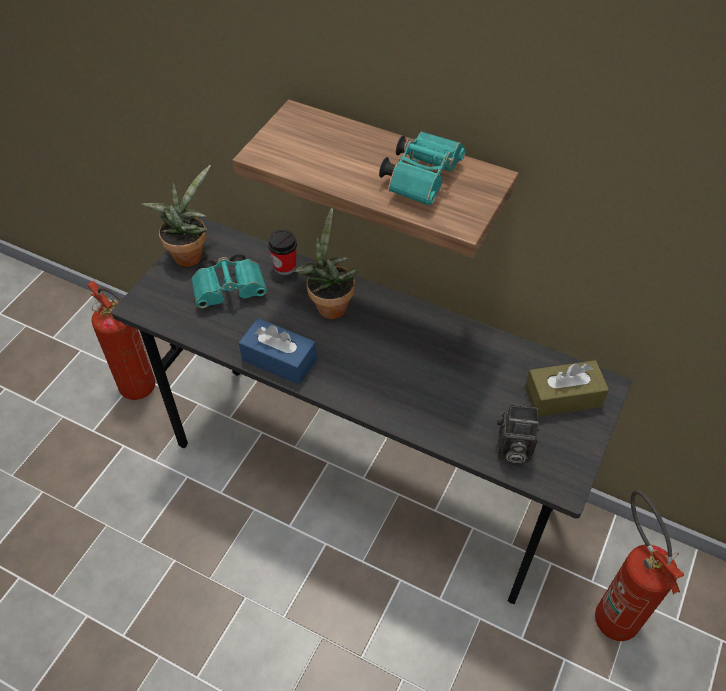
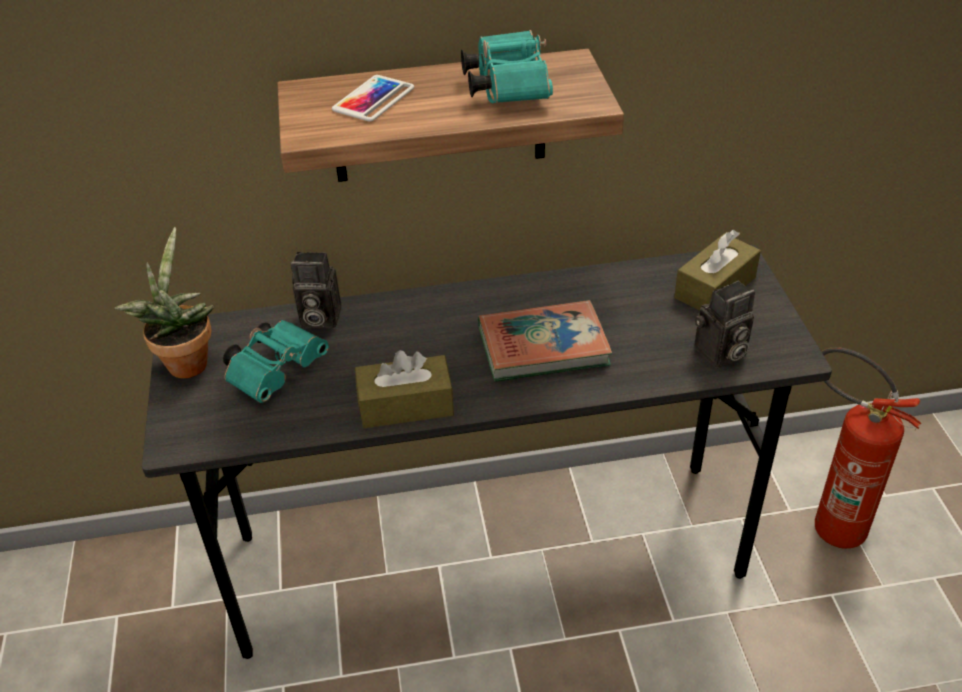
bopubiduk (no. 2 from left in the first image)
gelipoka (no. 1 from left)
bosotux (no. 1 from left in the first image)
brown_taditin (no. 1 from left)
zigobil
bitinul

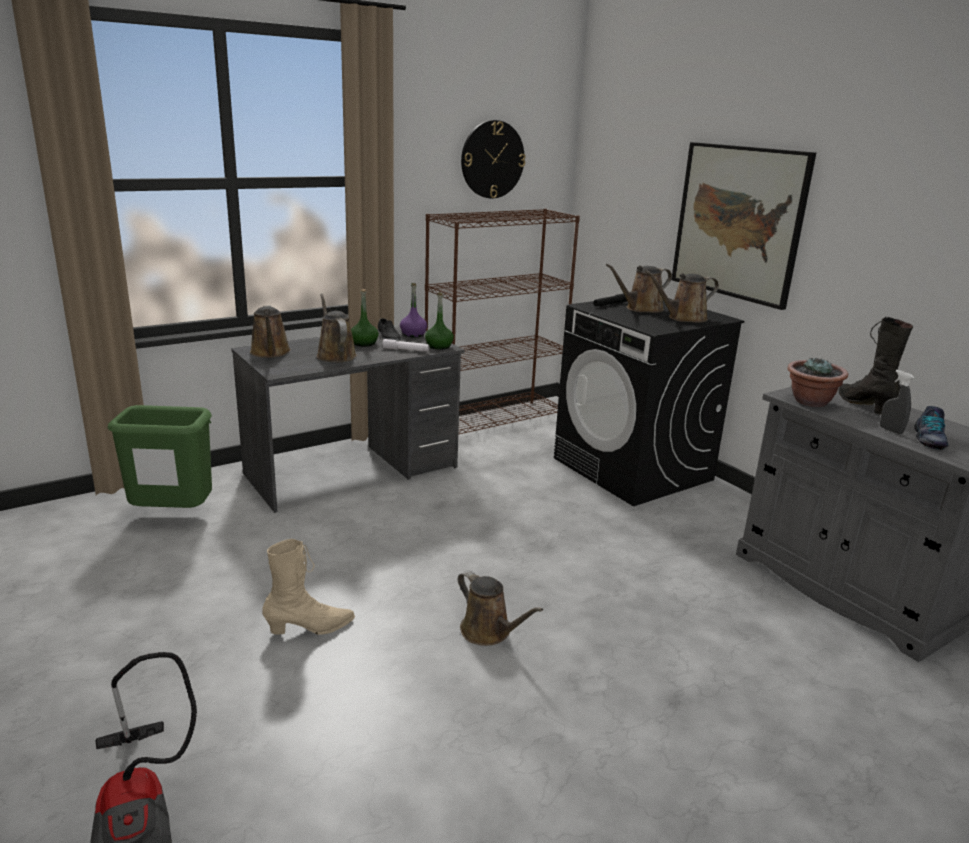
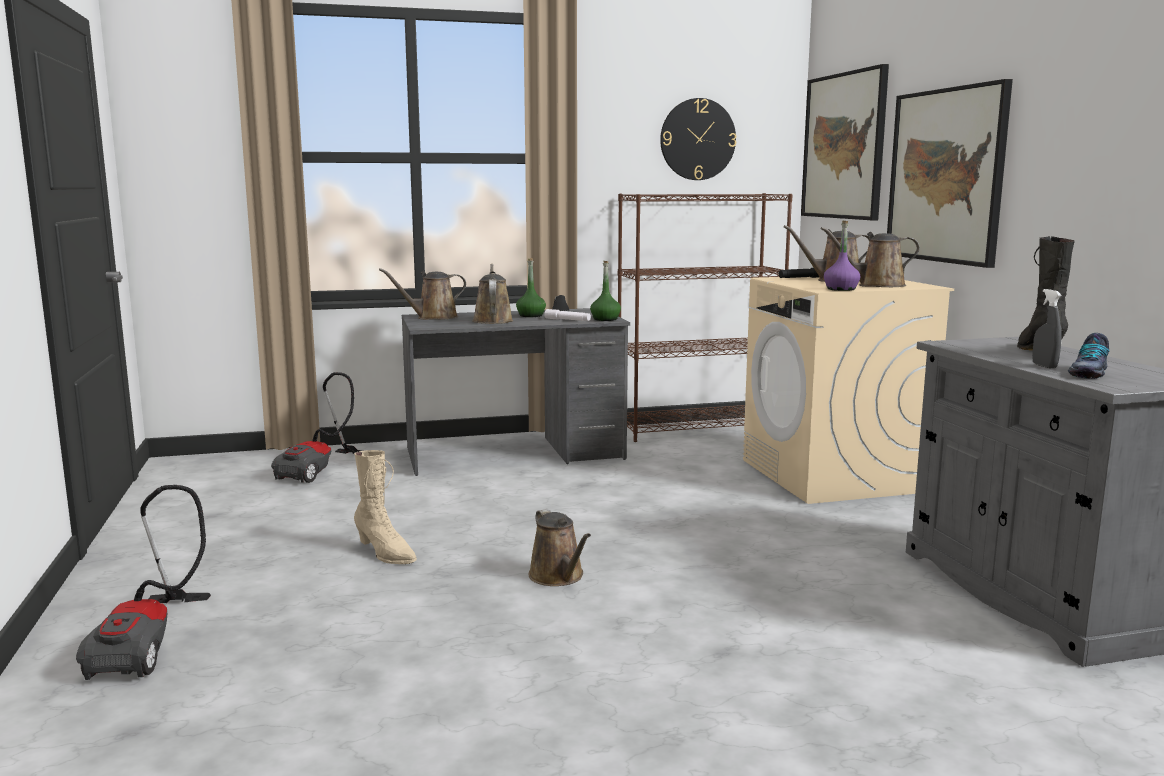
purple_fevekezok
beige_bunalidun
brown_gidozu (no. 1 from left)
bopubiduk
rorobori (no. 2 from left)
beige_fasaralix
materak (no. 1 from left)

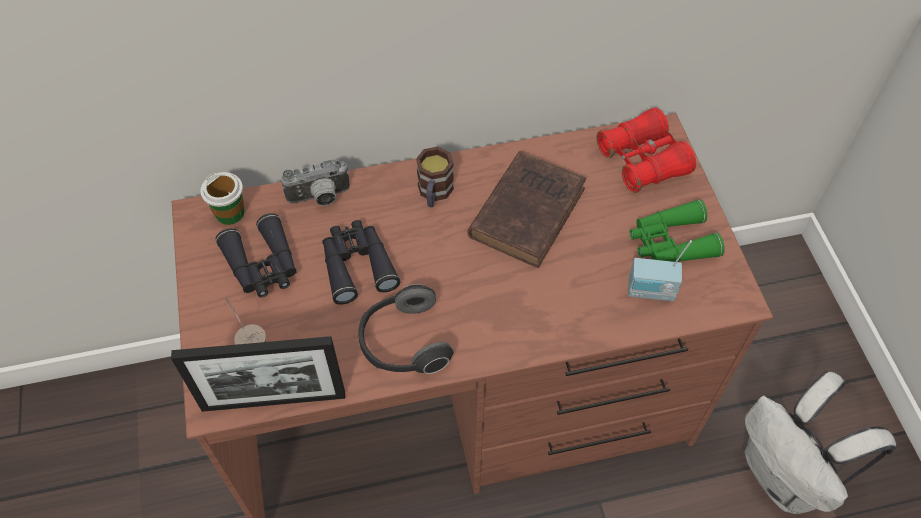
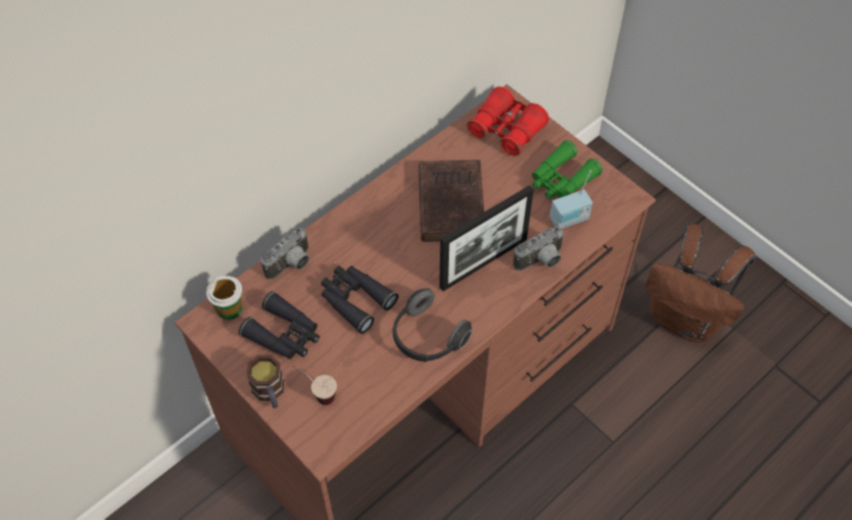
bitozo
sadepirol
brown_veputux
gelipoka (no. 2 from left)

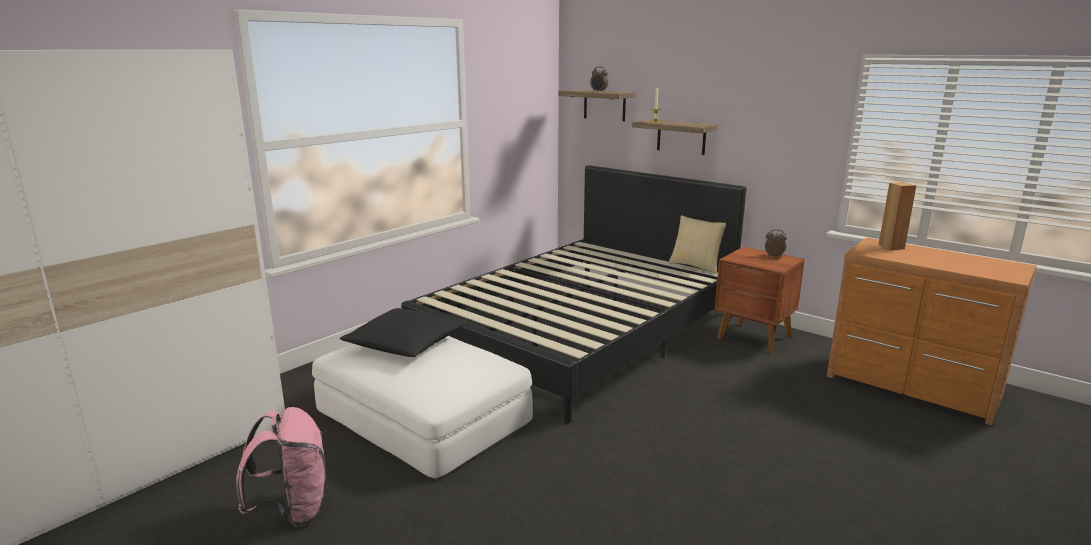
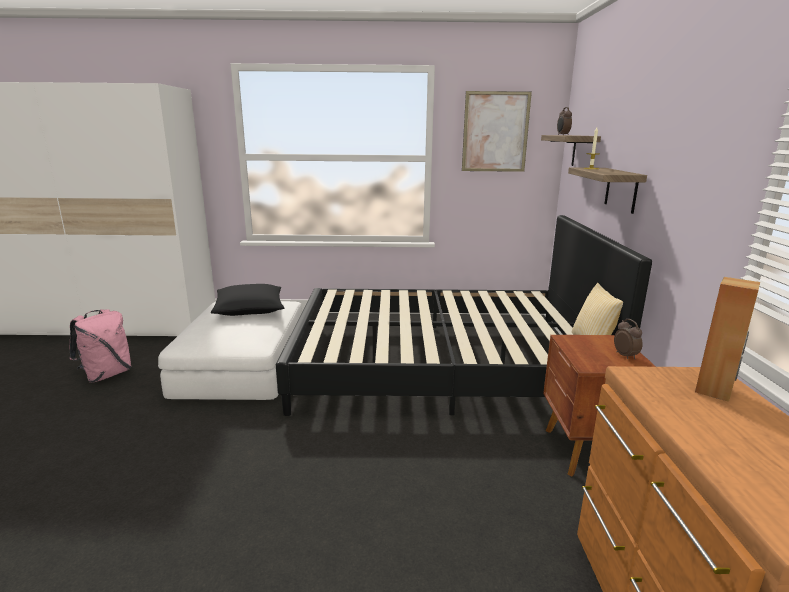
materak

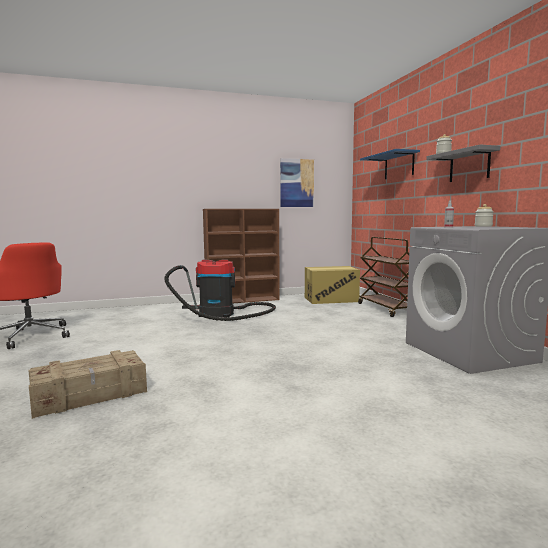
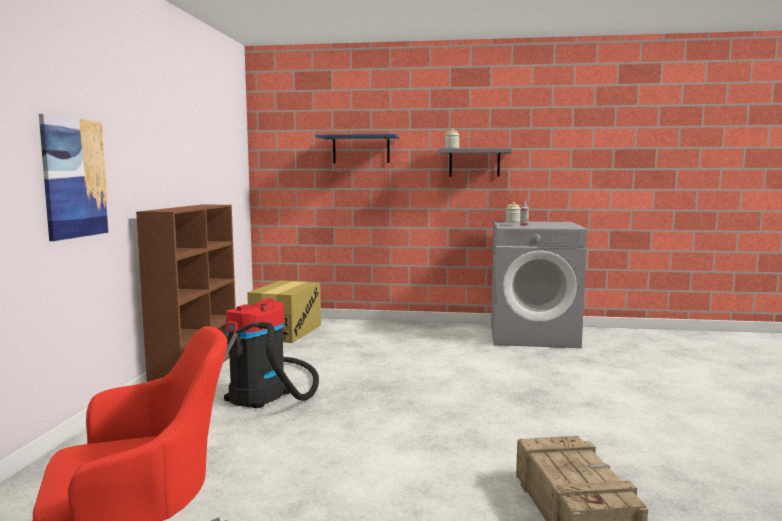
materak
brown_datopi

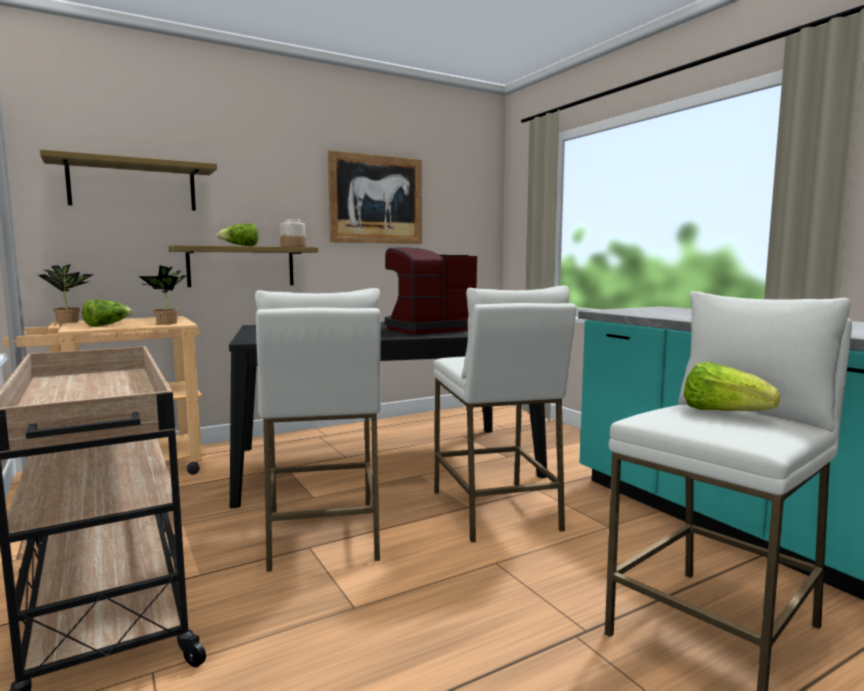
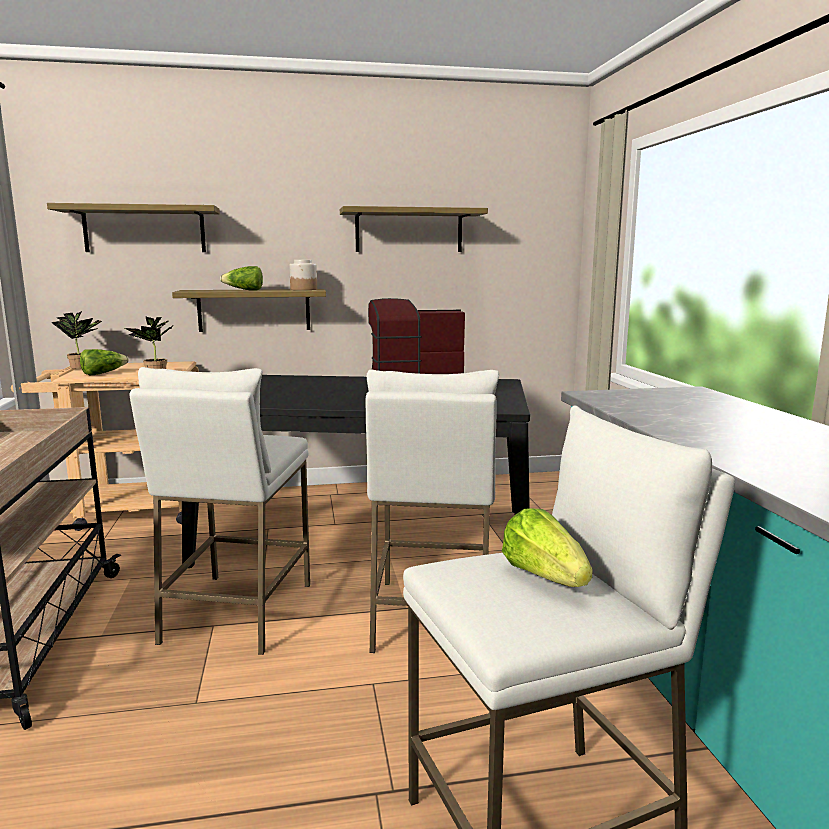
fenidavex (no. 3 from left)

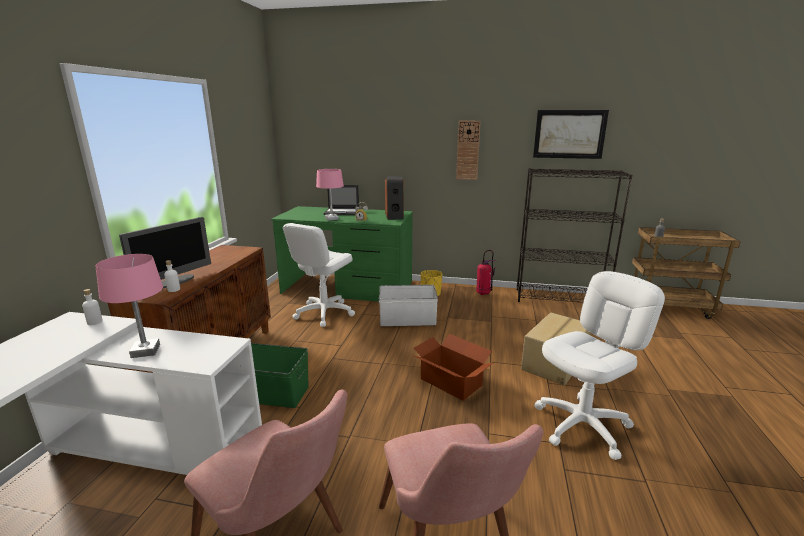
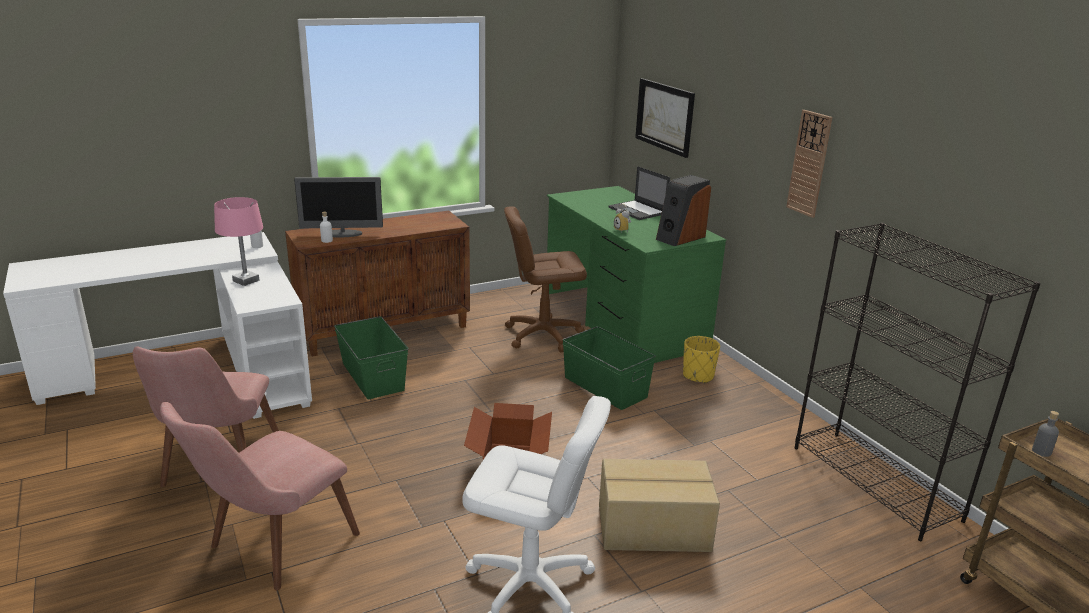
materak
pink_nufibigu (no. 2 from left in the first image)
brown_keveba
bosotux
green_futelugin (no. 2 from left)

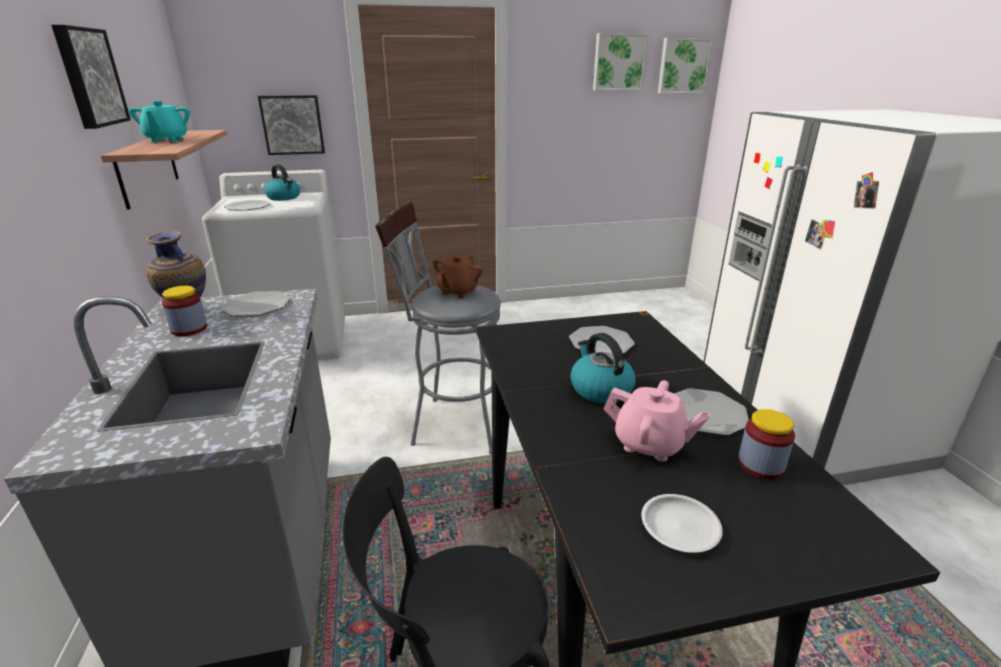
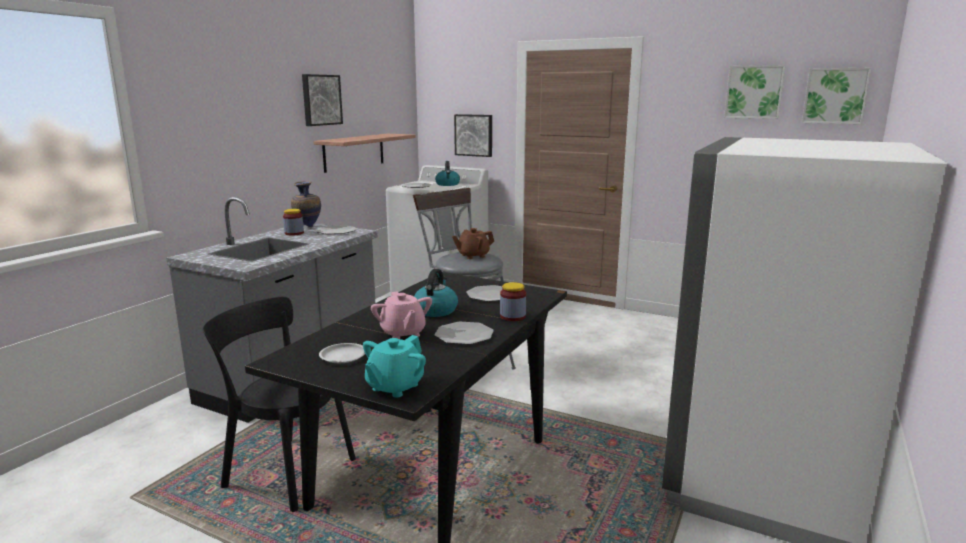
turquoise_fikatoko
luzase (no. 2 from left)

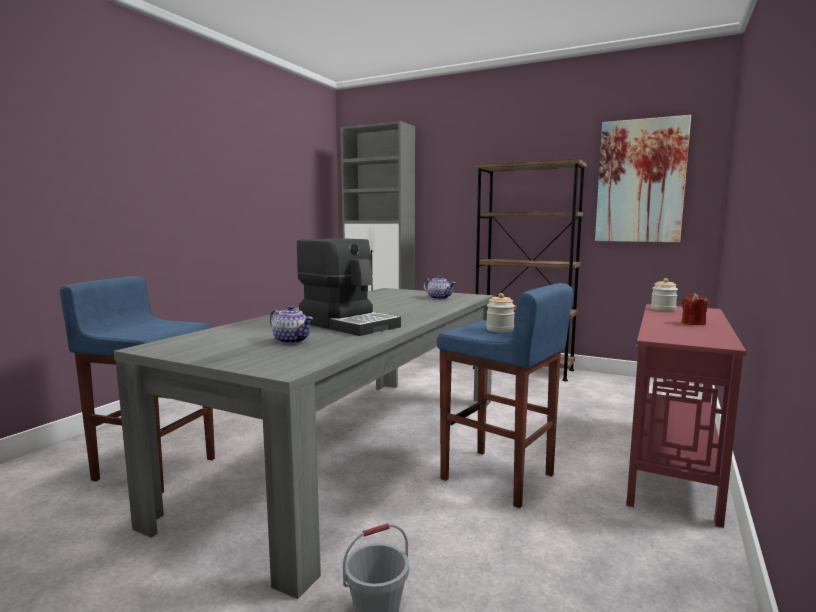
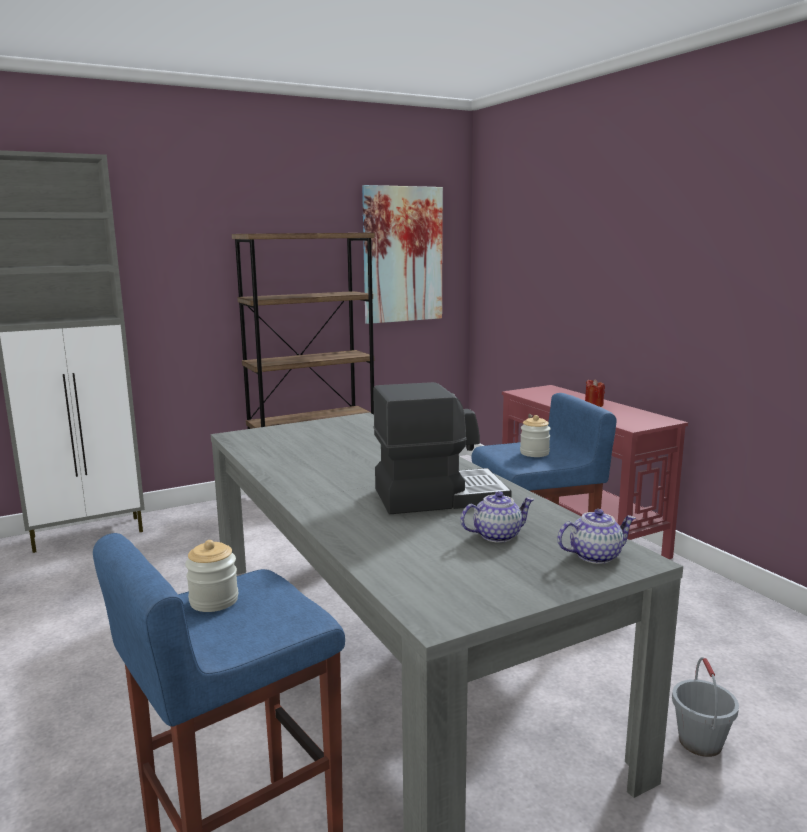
fikatoko (no. 2 from left)
luzase (no. 1 from left)

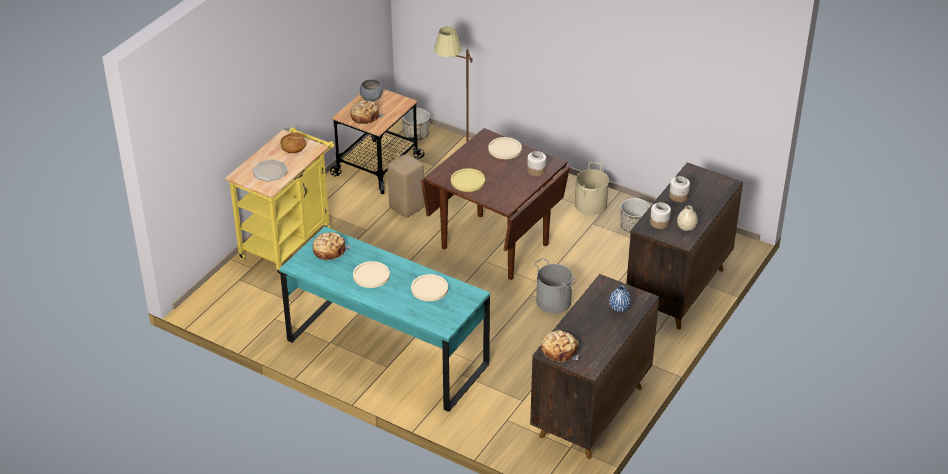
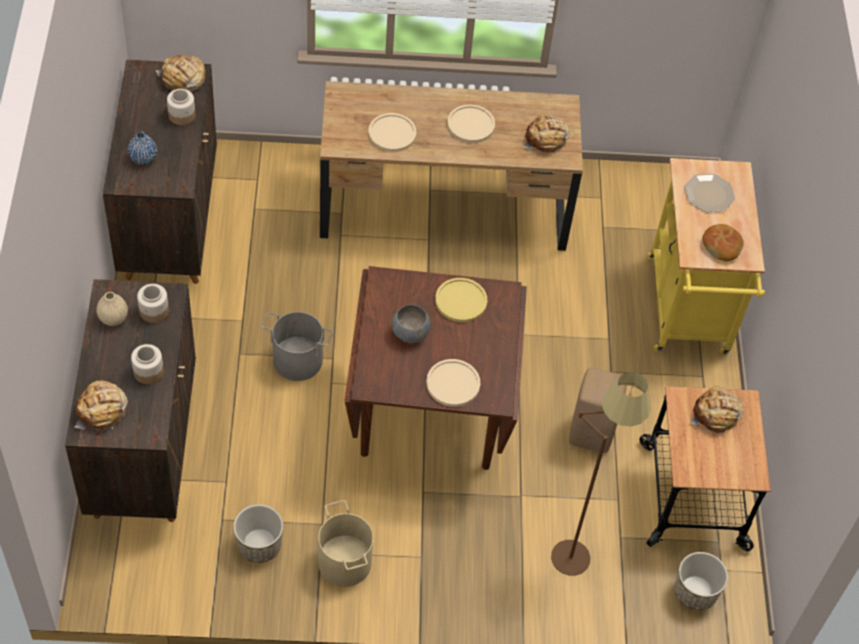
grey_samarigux
luzase (no. 3 from left)
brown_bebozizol
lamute (no. 1 from left)

